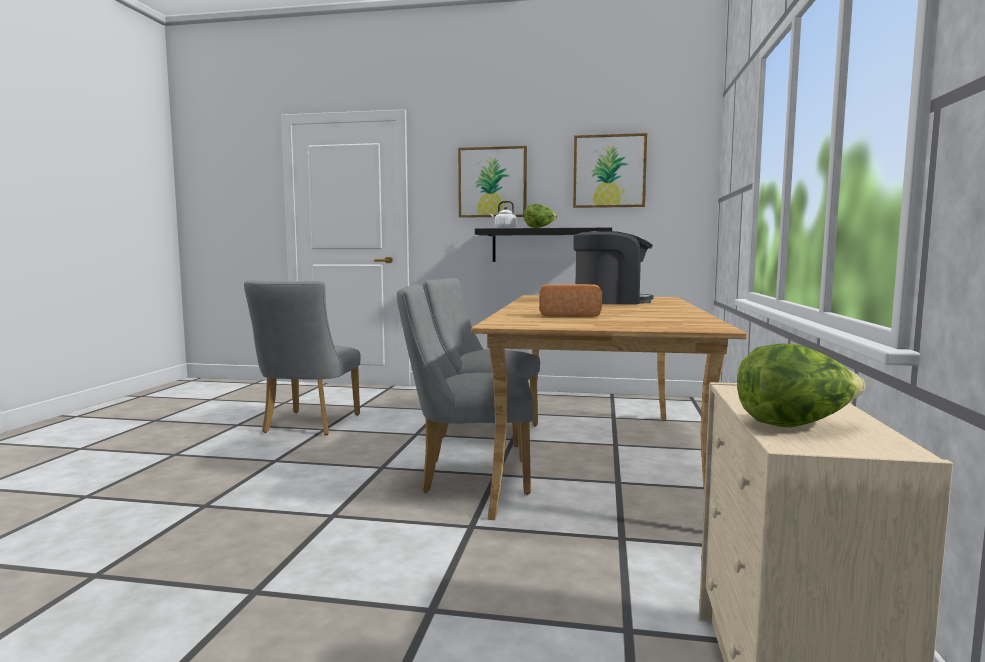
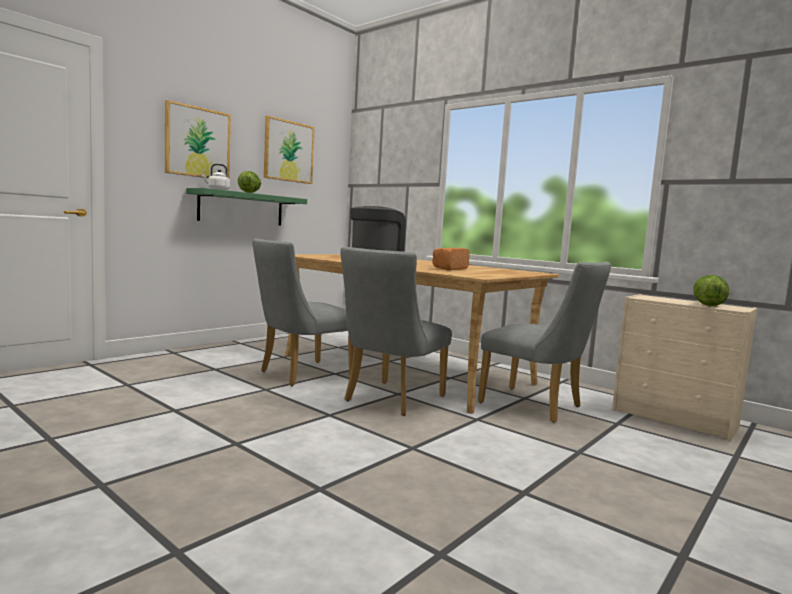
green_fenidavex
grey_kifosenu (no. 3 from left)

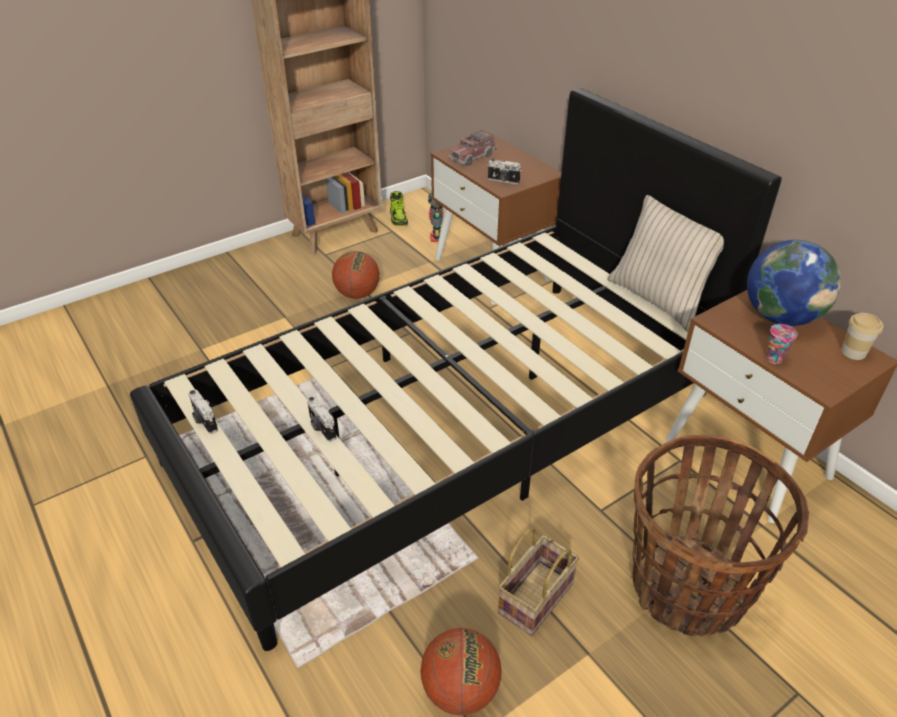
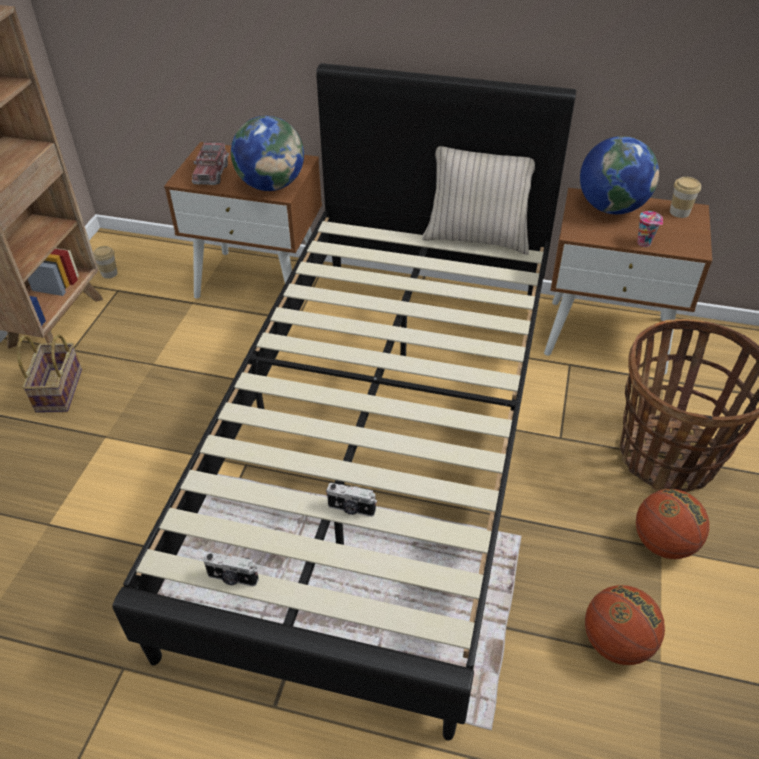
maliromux (no. 1 from left)
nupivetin (no. 1 from left)
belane
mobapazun (no. 2 from left)
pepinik (no. 1 from left)

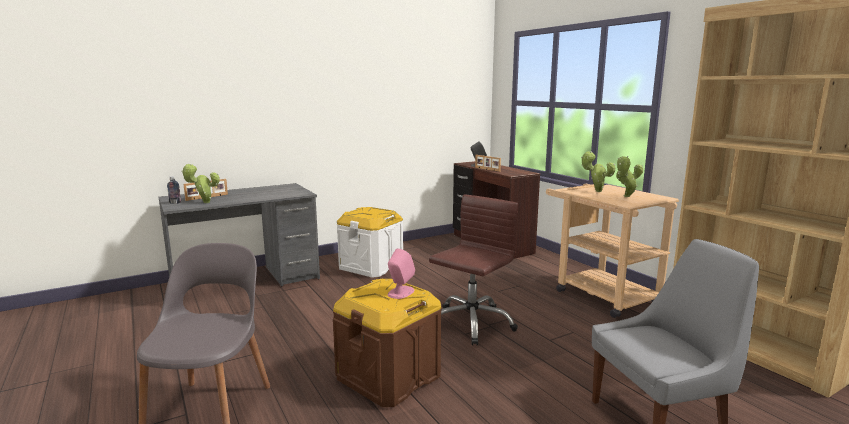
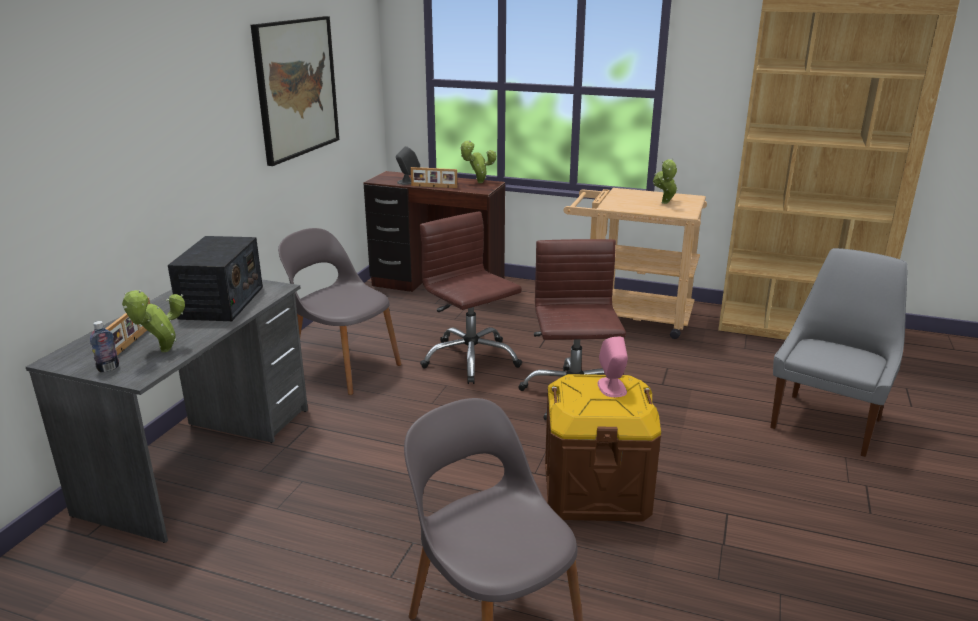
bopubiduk (no. 2 from left)
grey_kifosenu (no. 1 from left)
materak
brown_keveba (no. 1 from left)
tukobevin

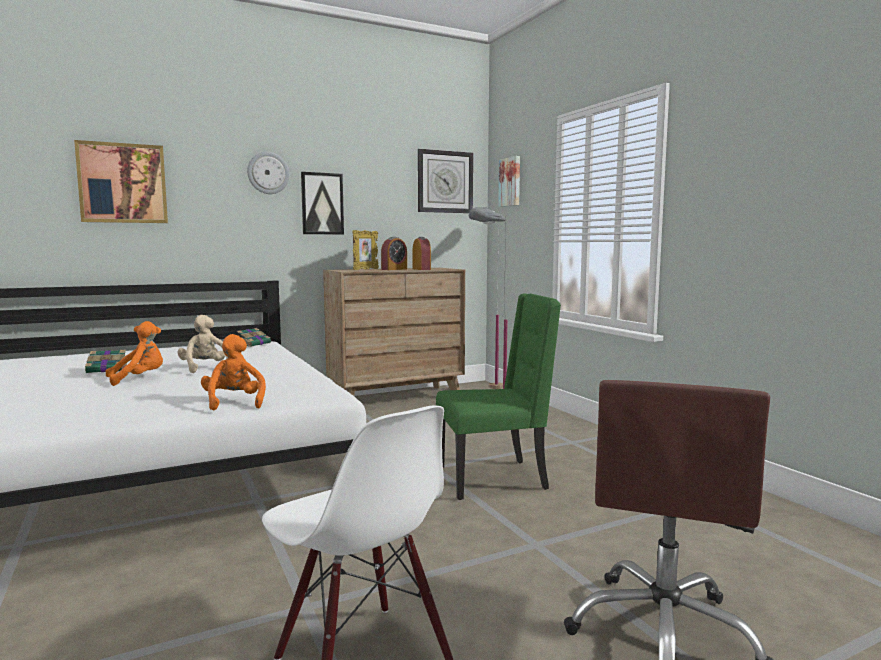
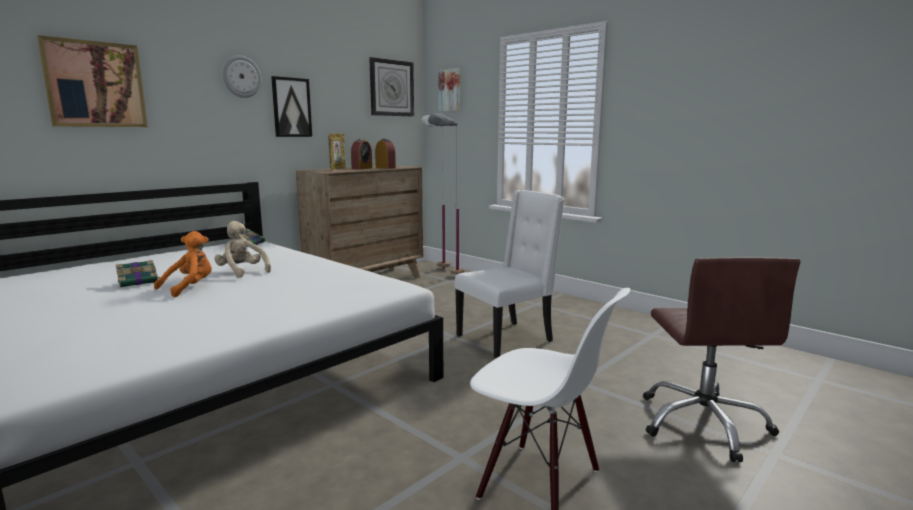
white_kifosenu (no. 1 from left)
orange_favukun (no. 2 from left in the first image)

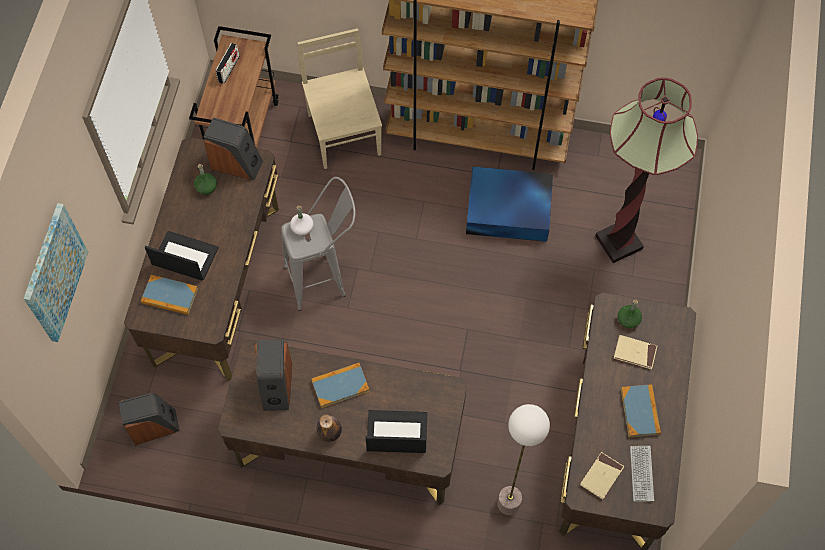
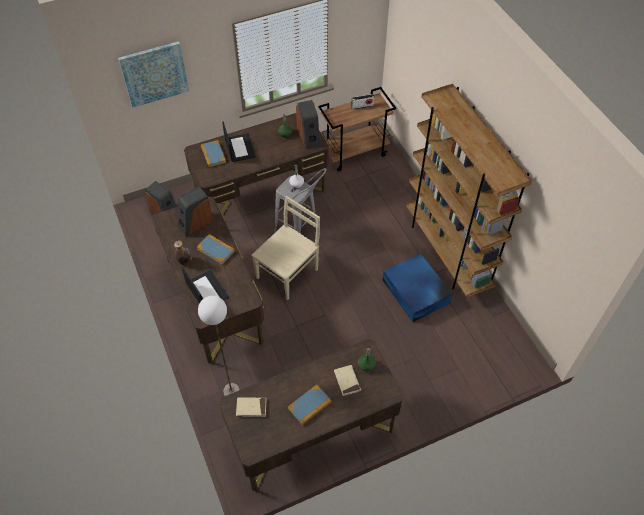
beige_kifosenu
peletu (no. 2 from left in the first image)
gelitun

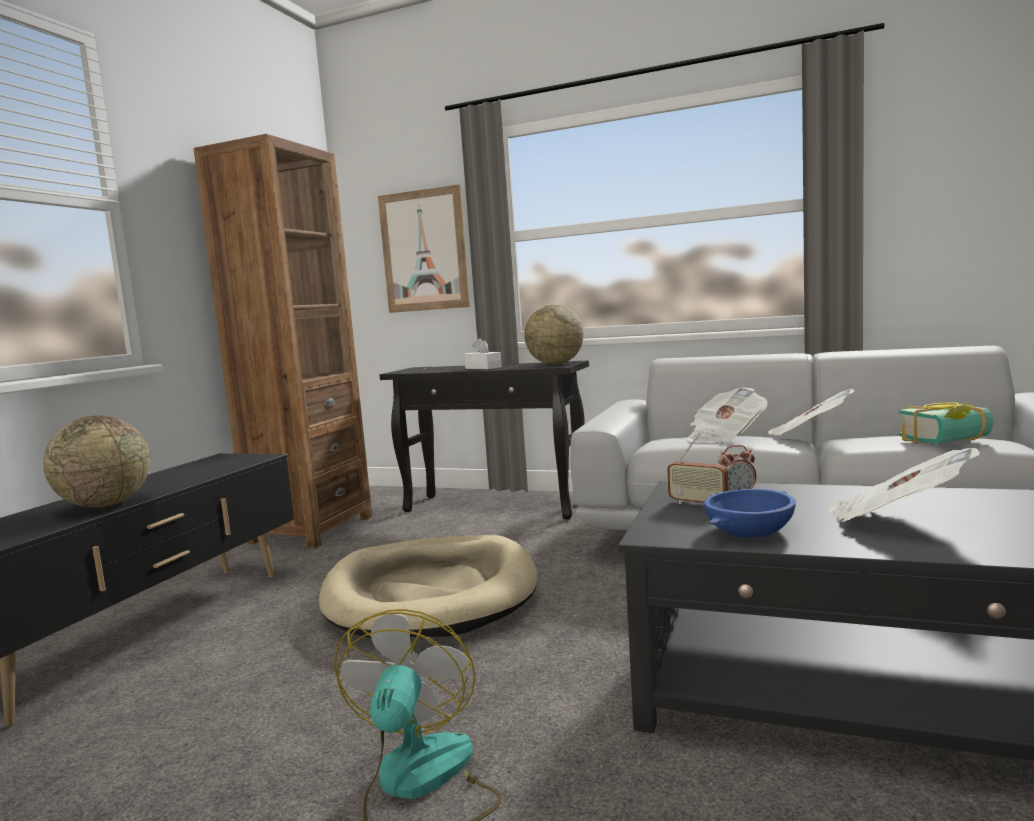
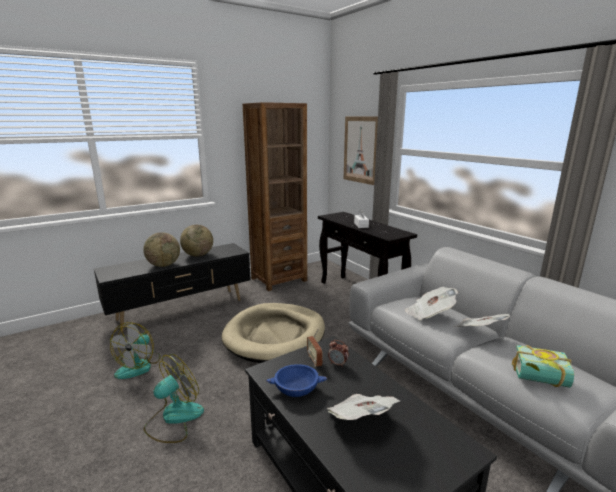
maliromux (no. 2 from left)
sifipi (no. 1 from left)

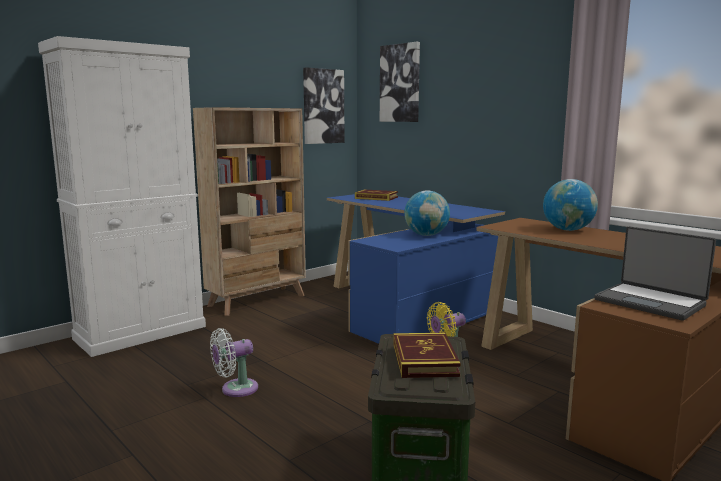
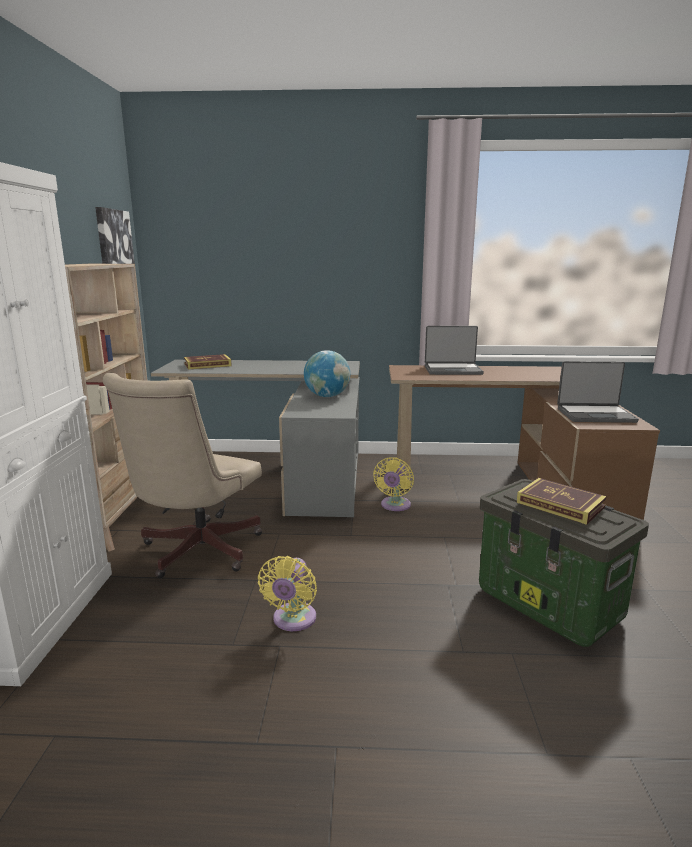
materak (no. 2 from left in the first image)
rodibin (no. 1 from left)
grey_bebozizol
yellow_sifipi (no. 1 from left)
beige_keveba

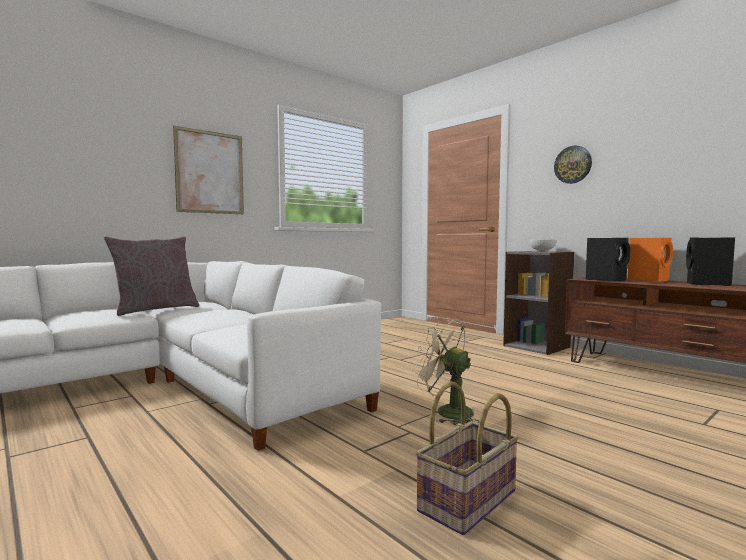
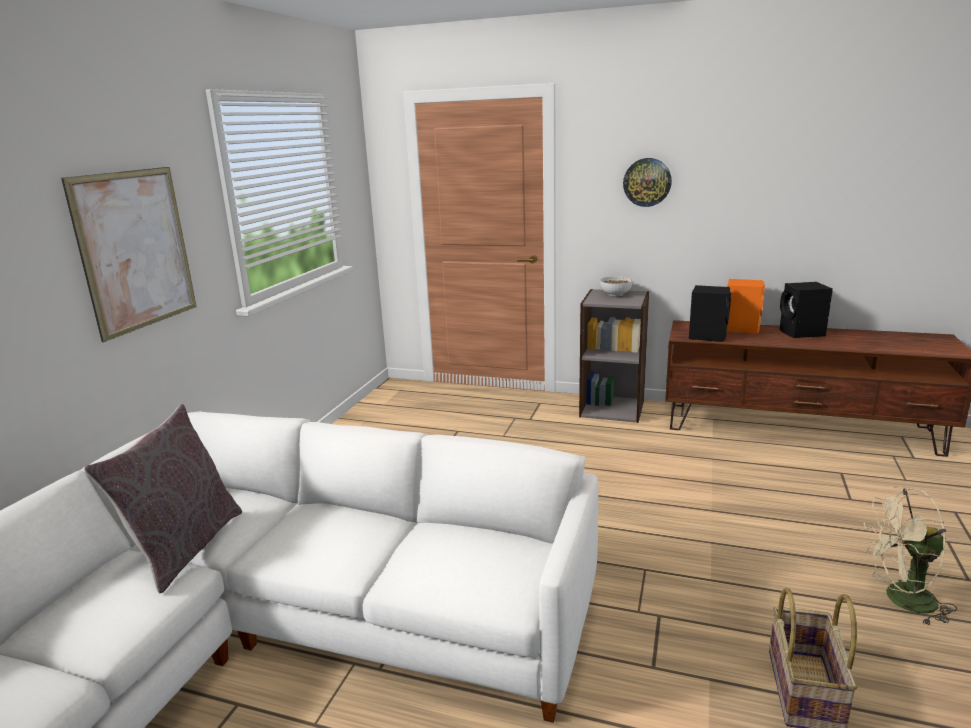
beige_sifipi

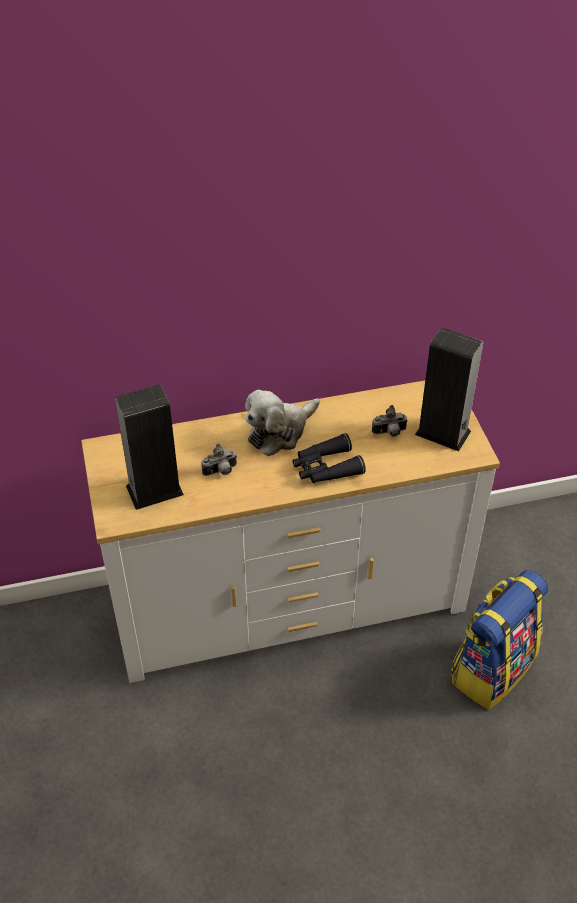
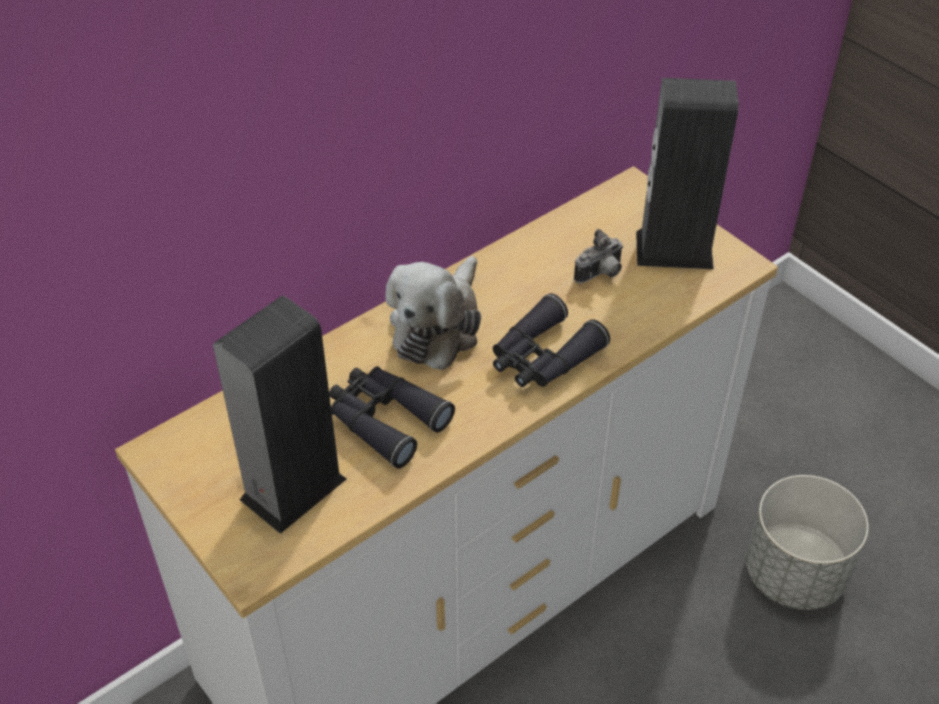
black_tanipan (no. 1 from left)
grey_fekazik

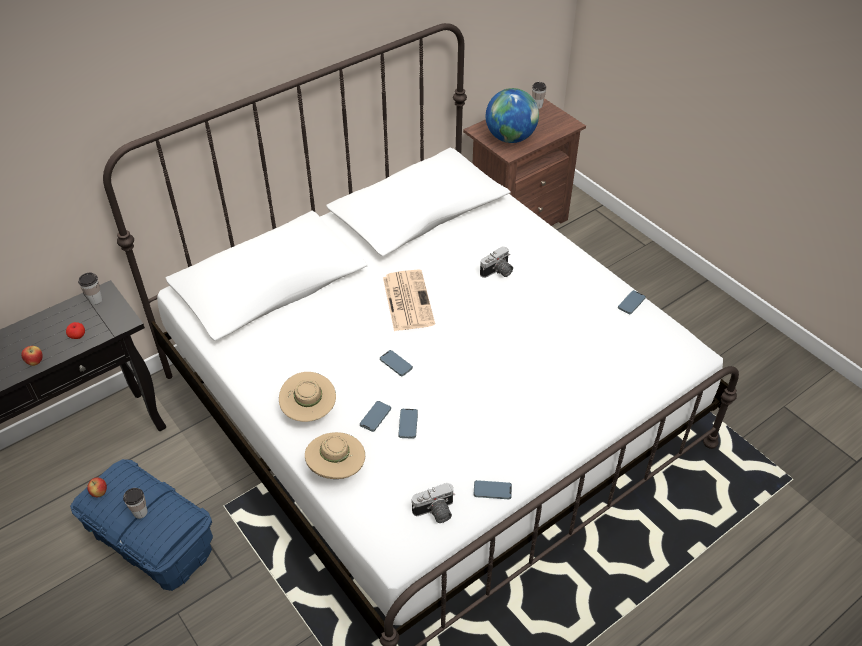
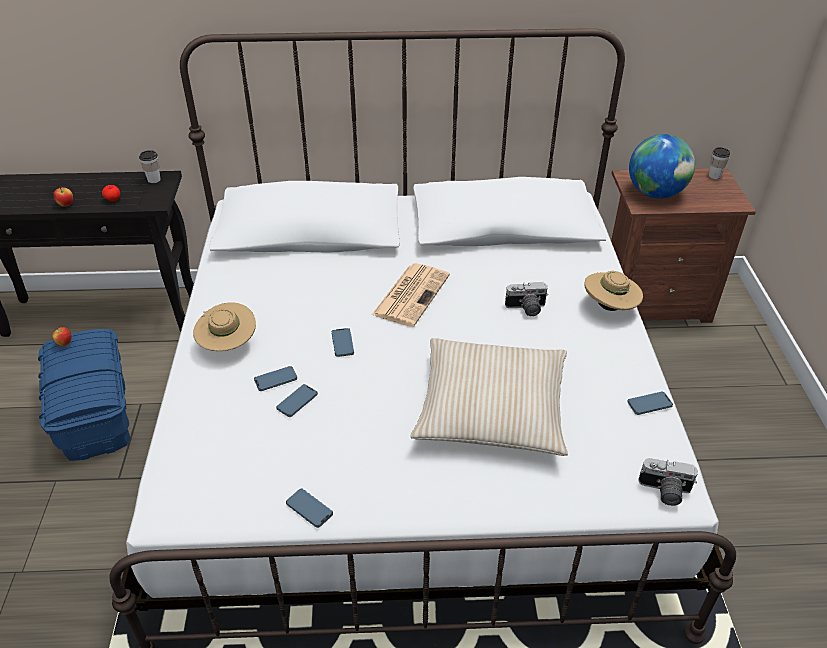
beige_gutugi (no. 2 from left)
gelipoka (no. 2 from left)
nupivetin (no. 2 from left in the first image)
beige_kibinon

